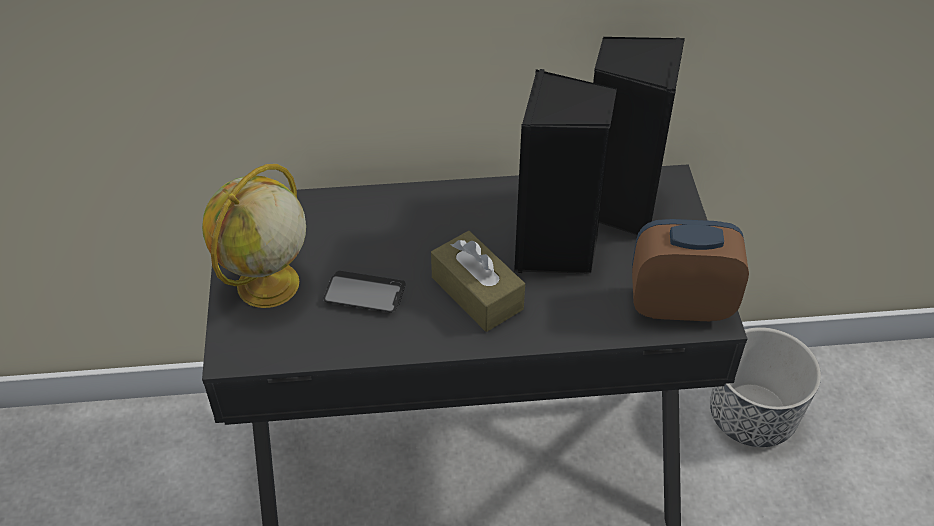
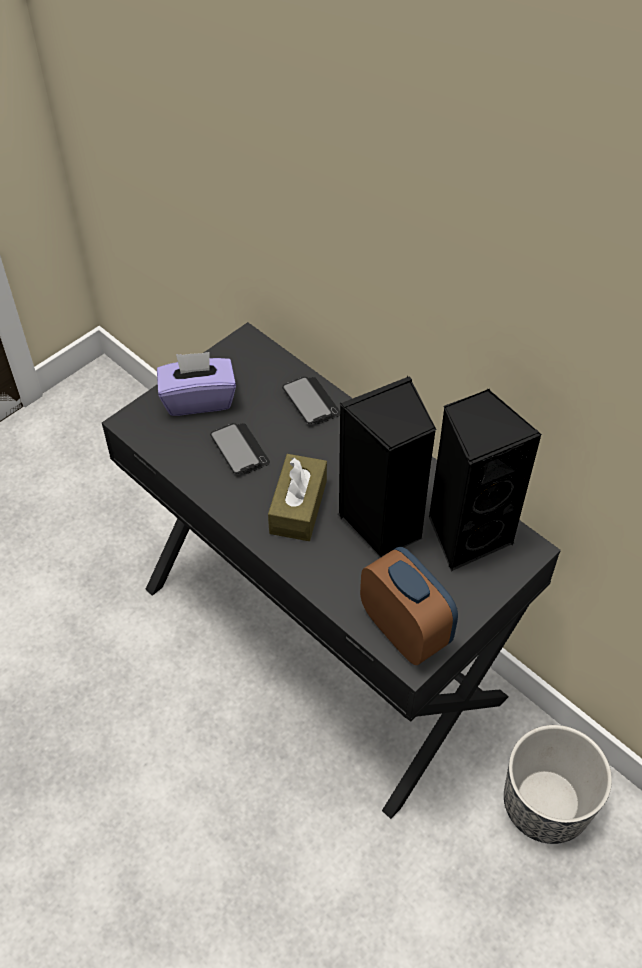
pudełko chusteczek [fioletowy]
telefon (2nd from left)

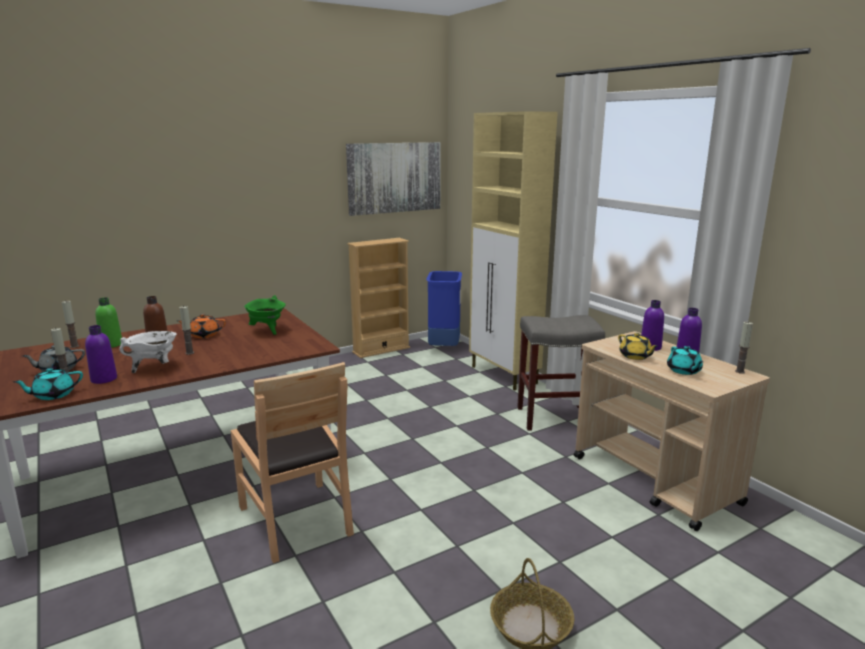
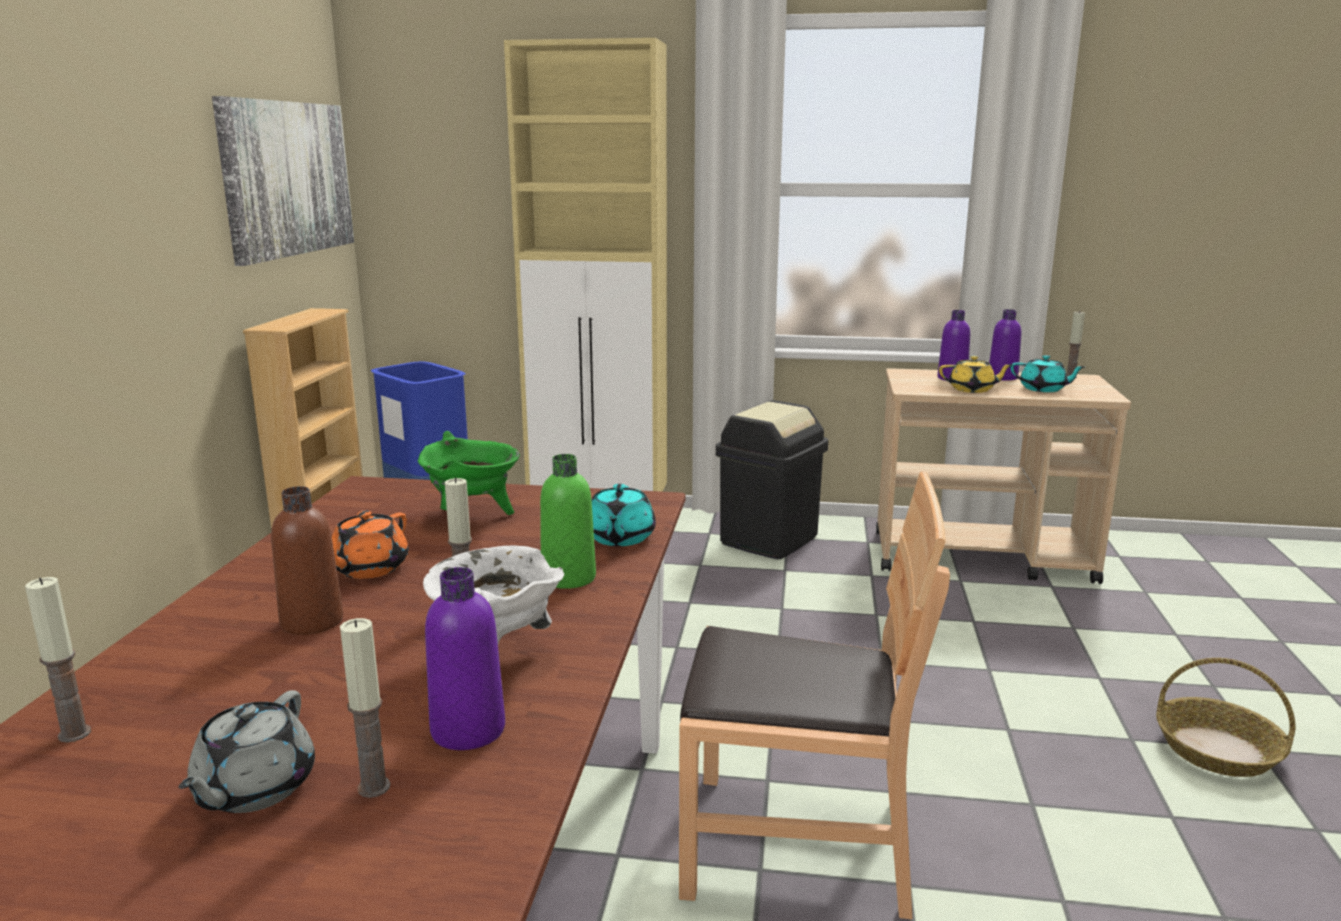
butelka [zielony]
kosz na śmieci [czarny]
imbryk [turkusowy] (1st from left)

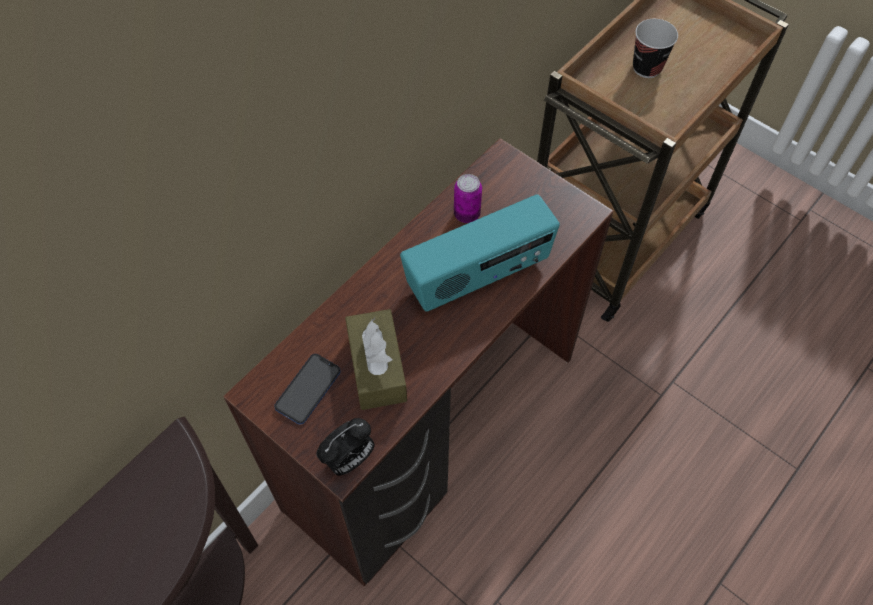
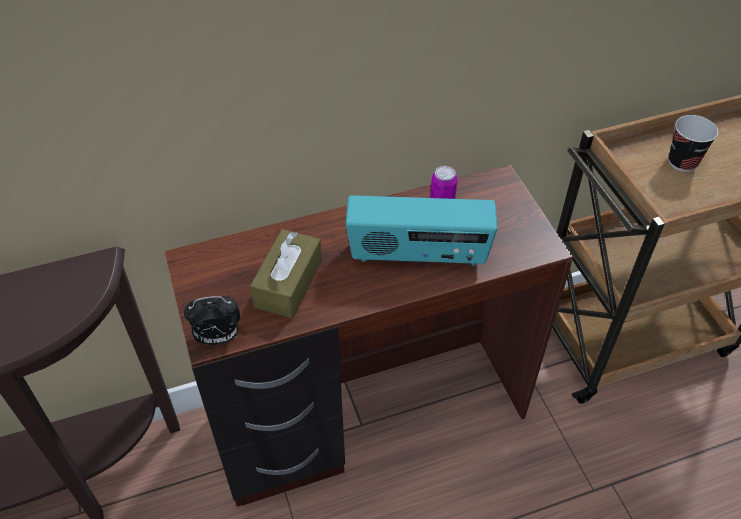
telefon

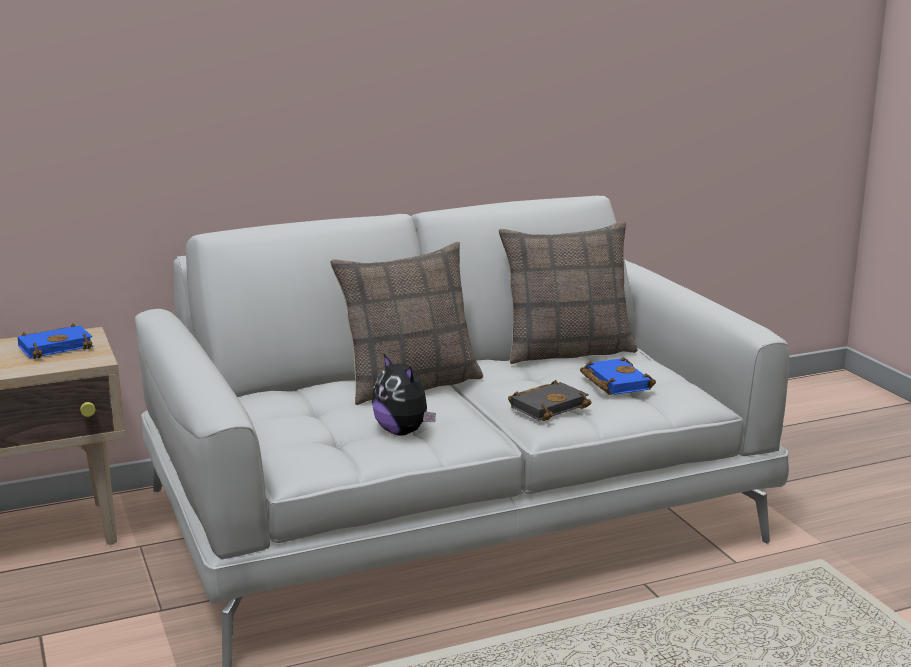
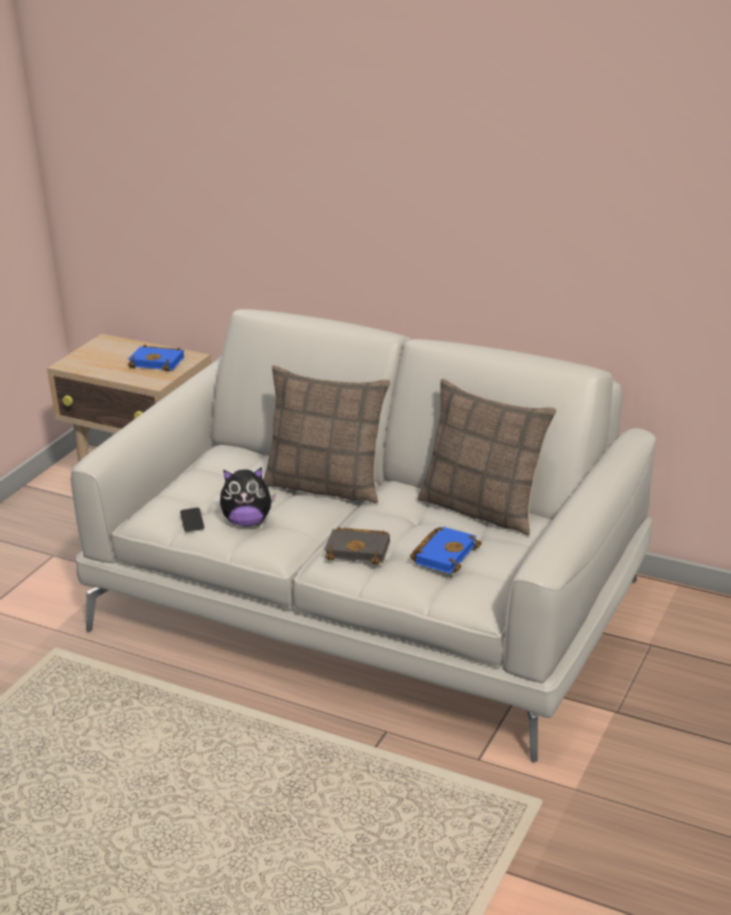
pluszak
telefon

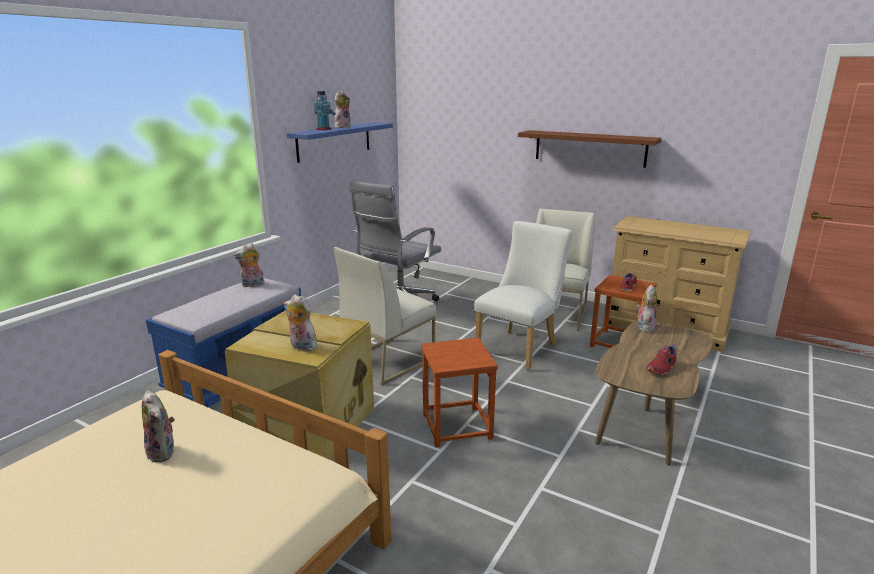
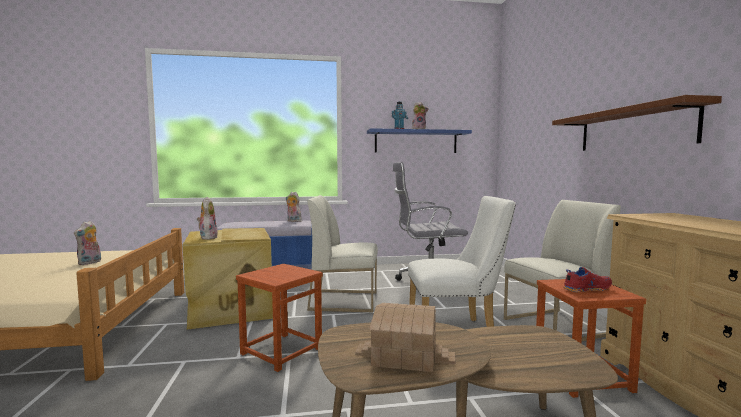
pluszak (5th from left in the first image)
domek

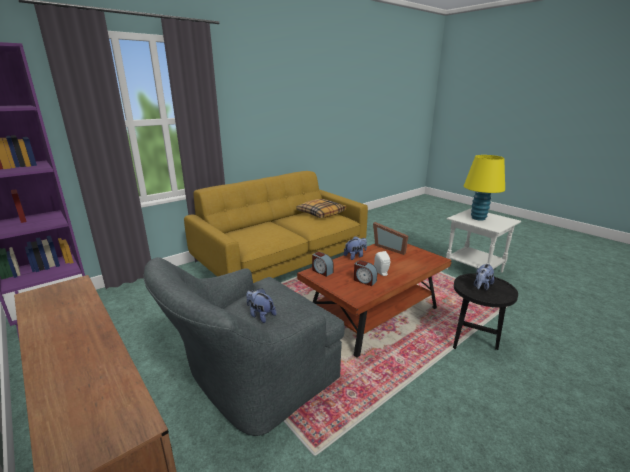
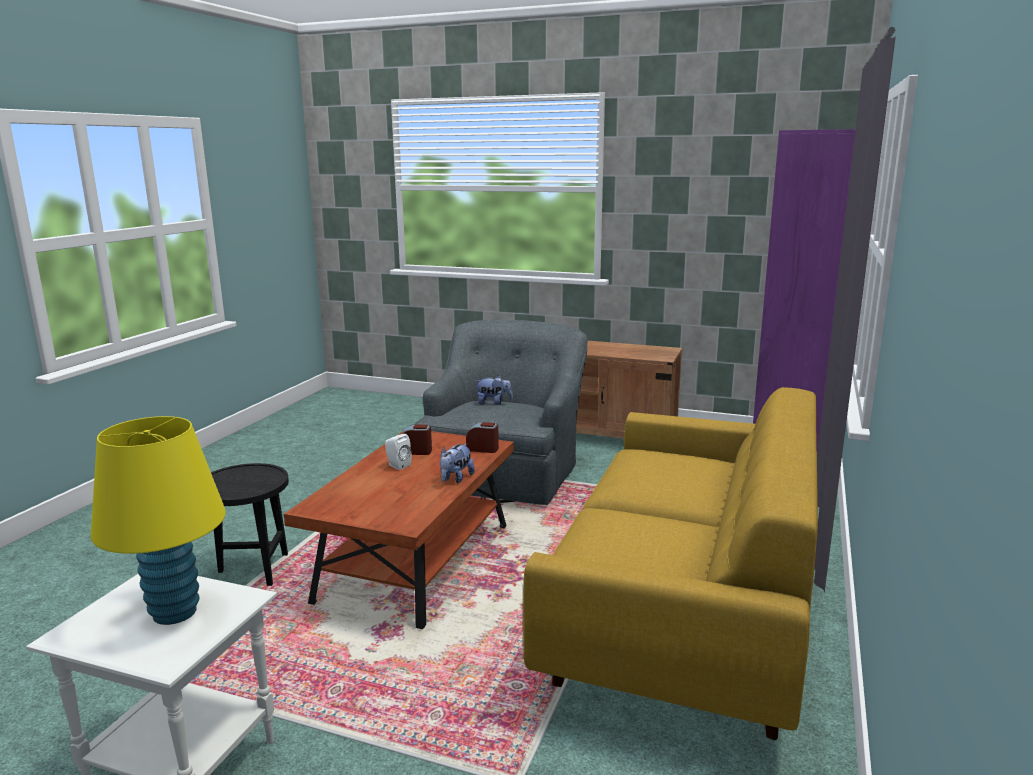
poduszka
ramka na zdjęcie
pluszak (3rd from left in the first image)

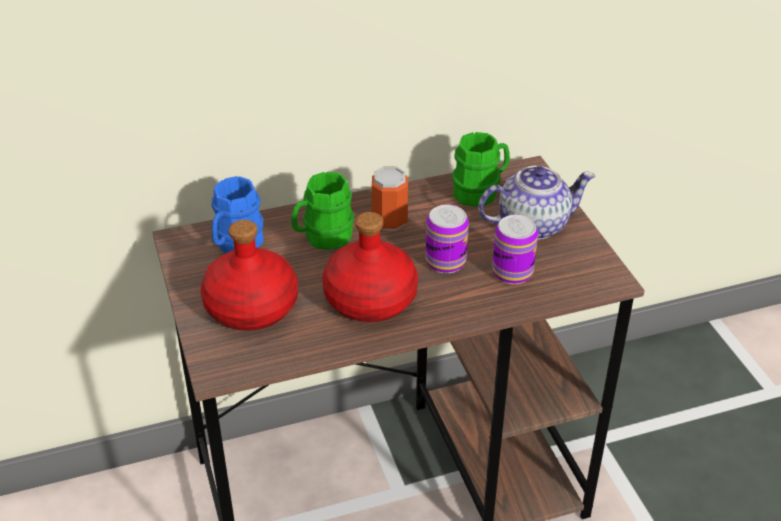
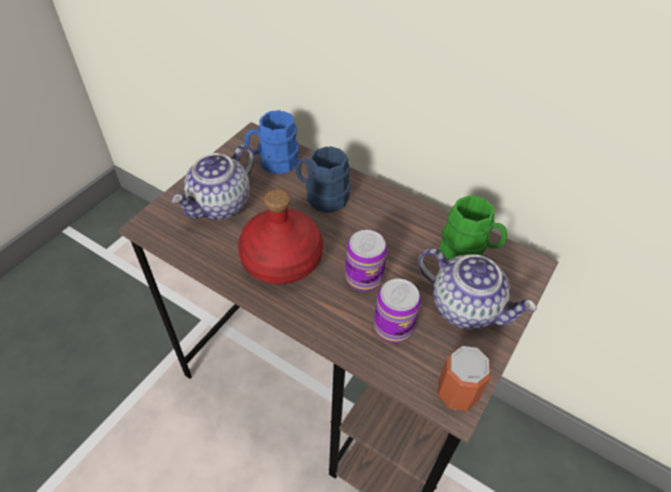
puszka (3rd from left)
kubek [niebieski] (2nd from left)
imbryk (1st from left)

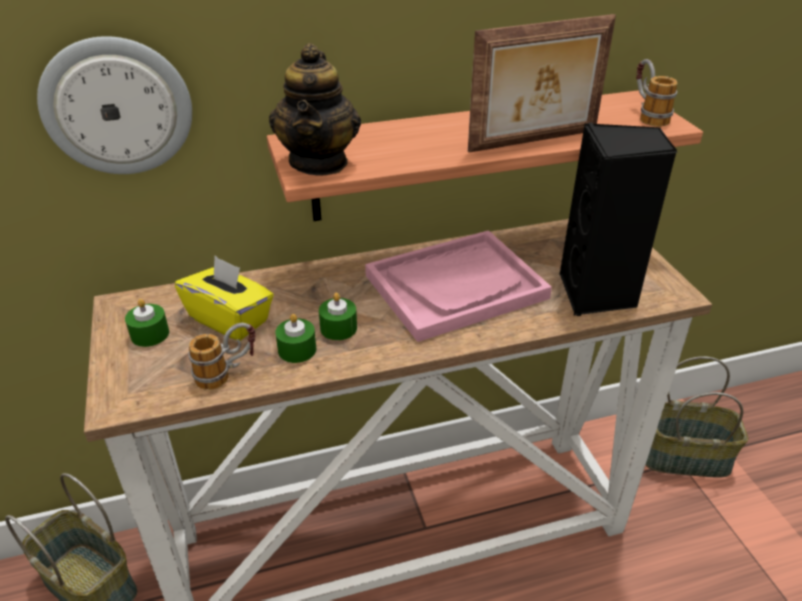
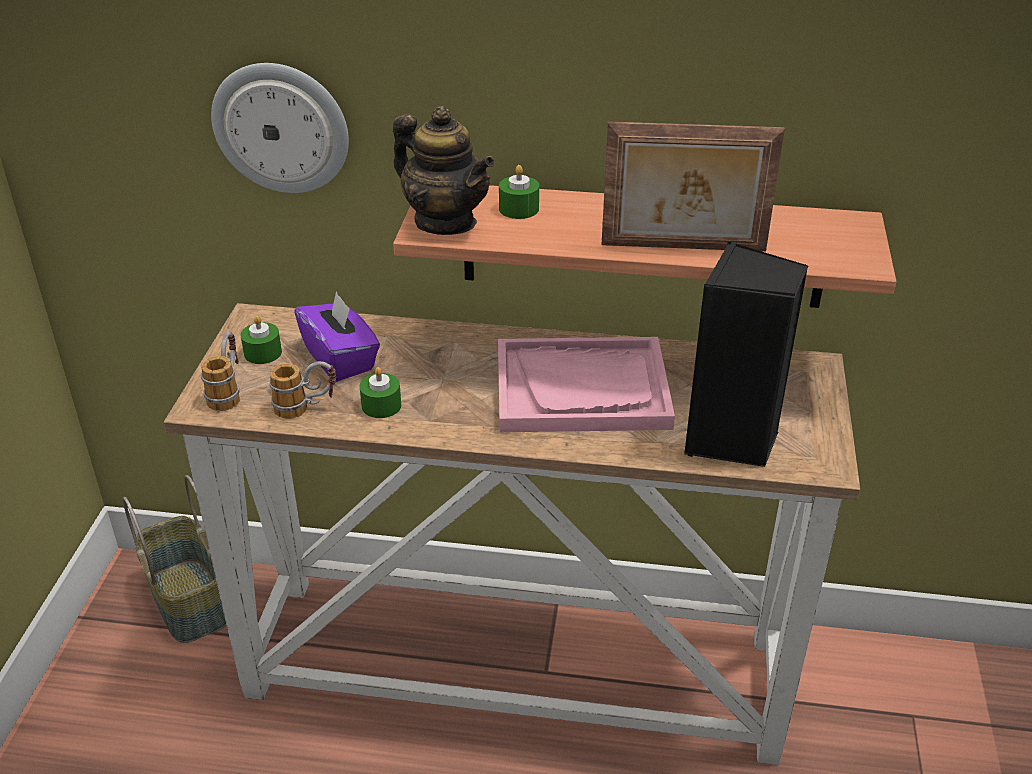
imbryk
kubek (1st from left)
pudełko chusteczek [fioletowy]
świeca [zielony] (3rd from left)
koszyk (2nd from left in the first image)

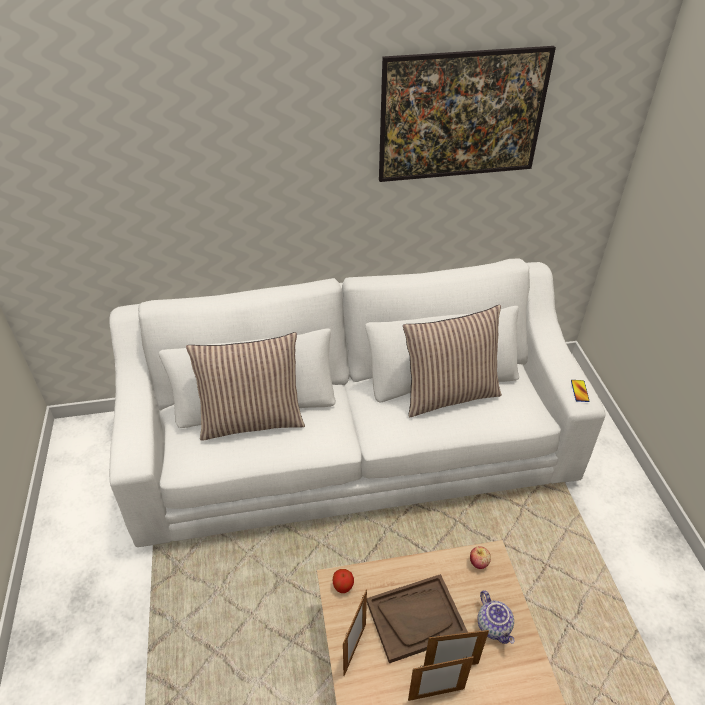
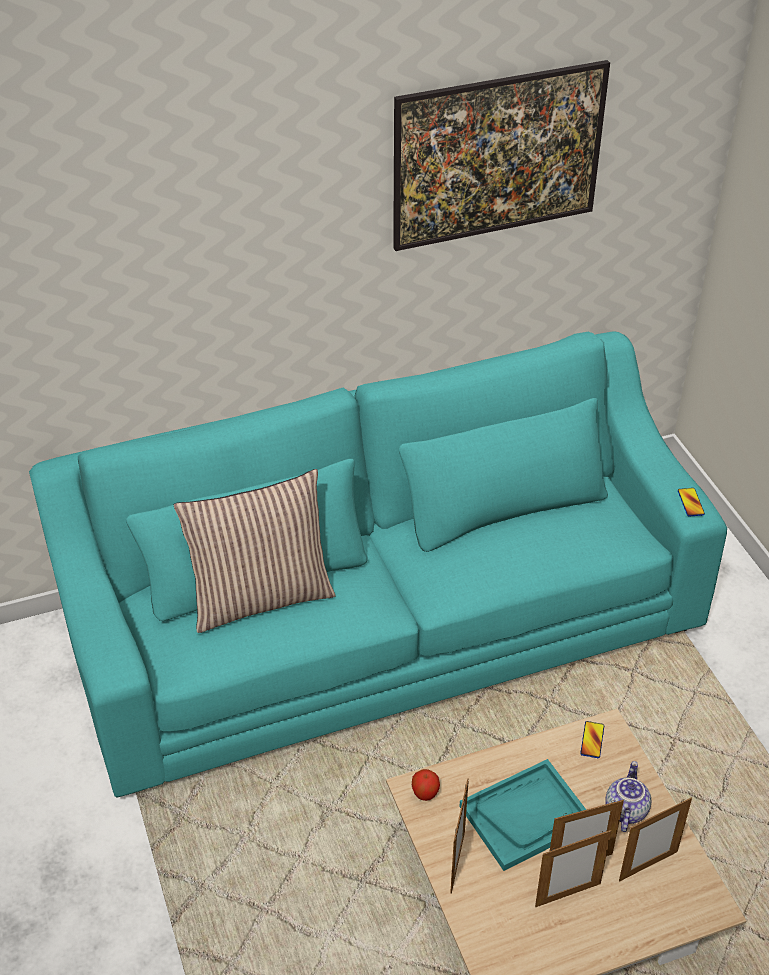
kanapa [turkusowy]
poduszka (2nd from left in the first image)
telefon (1st from left)
taca [turkusowy]
imbryk
ramka na zdjęcie (4th from left)

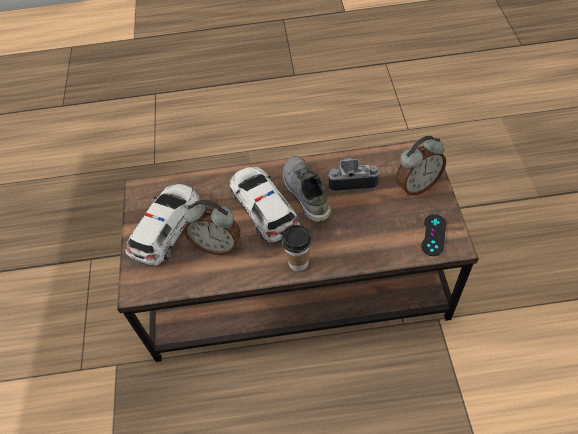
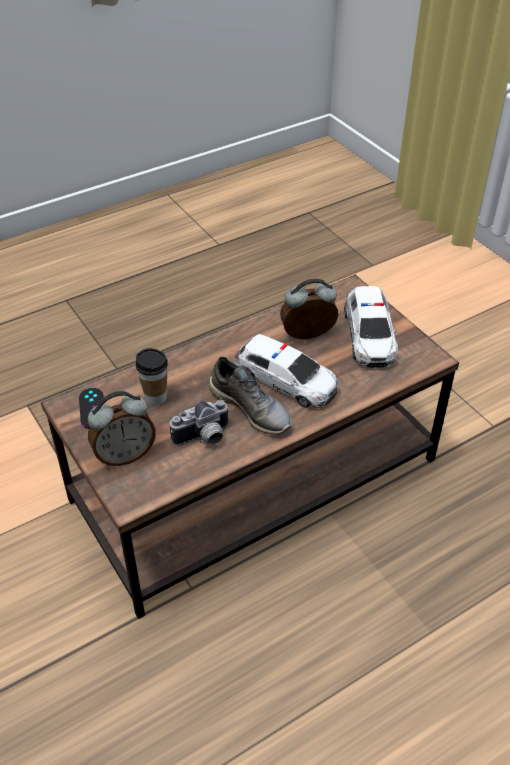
budzik (1st from left)
filiżanka

